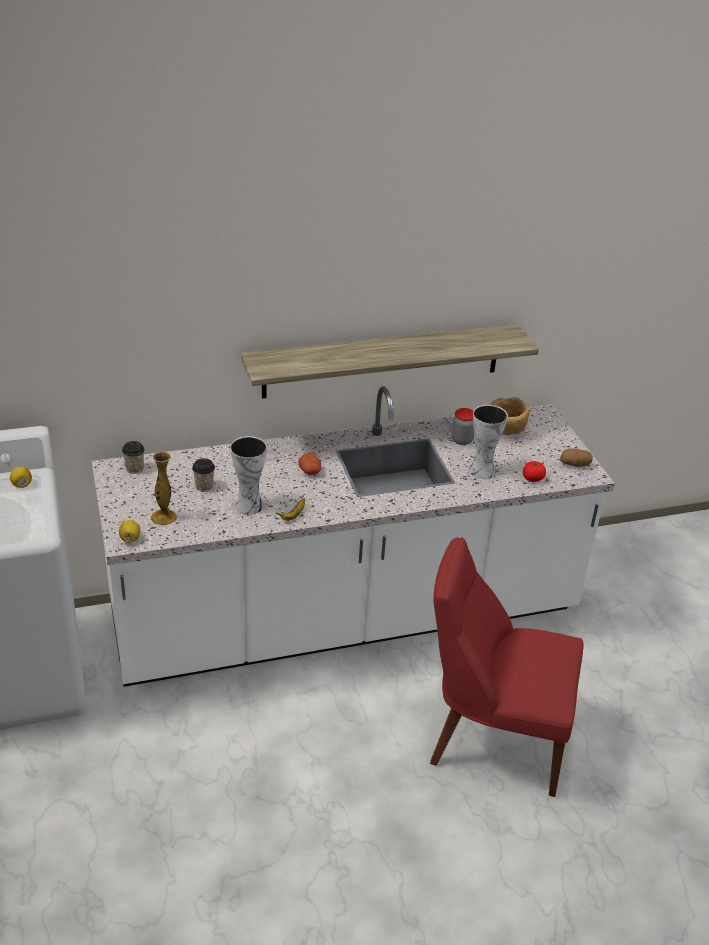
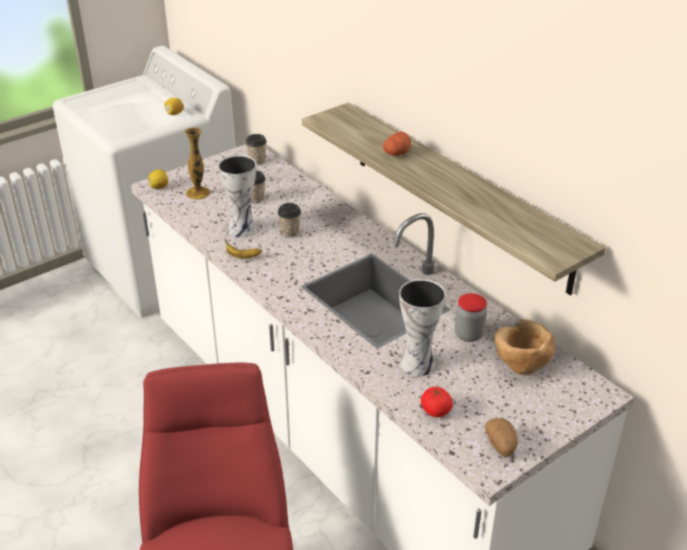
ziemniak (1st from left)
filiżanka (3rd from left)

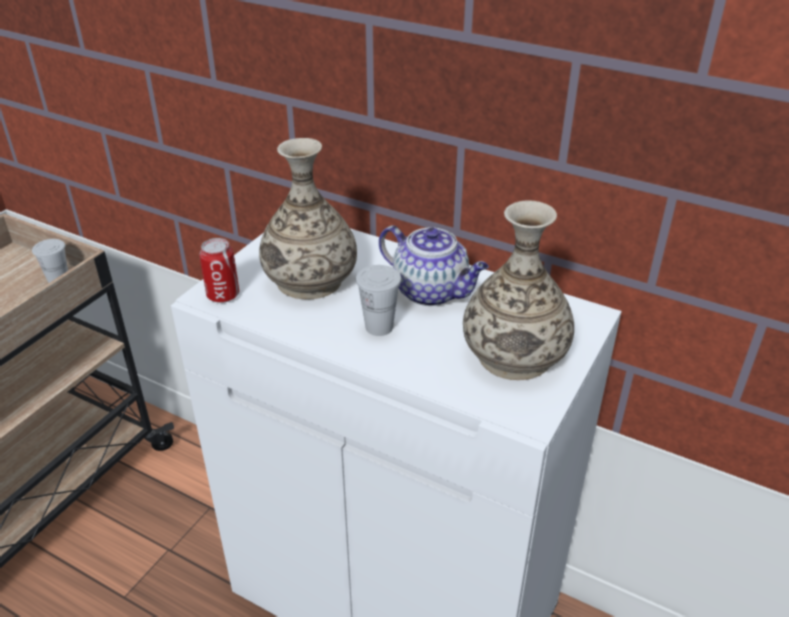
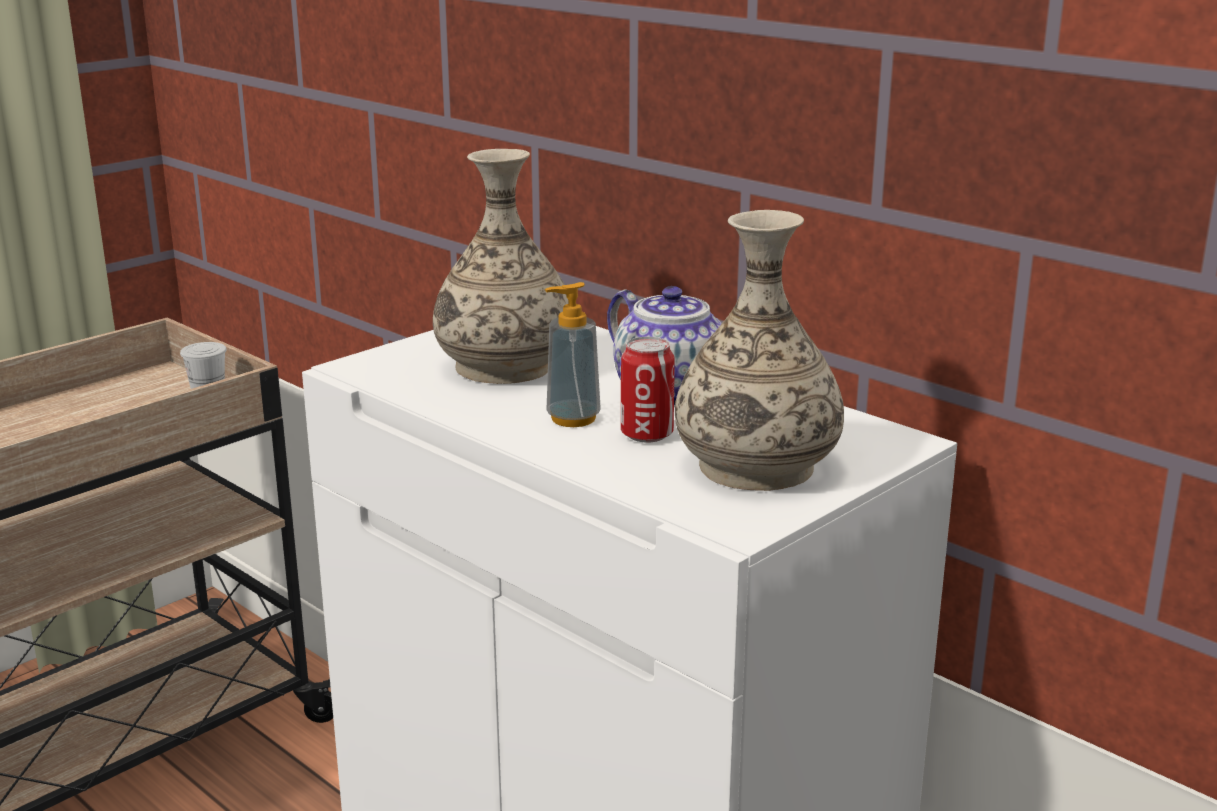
puszka
dozownik mydła

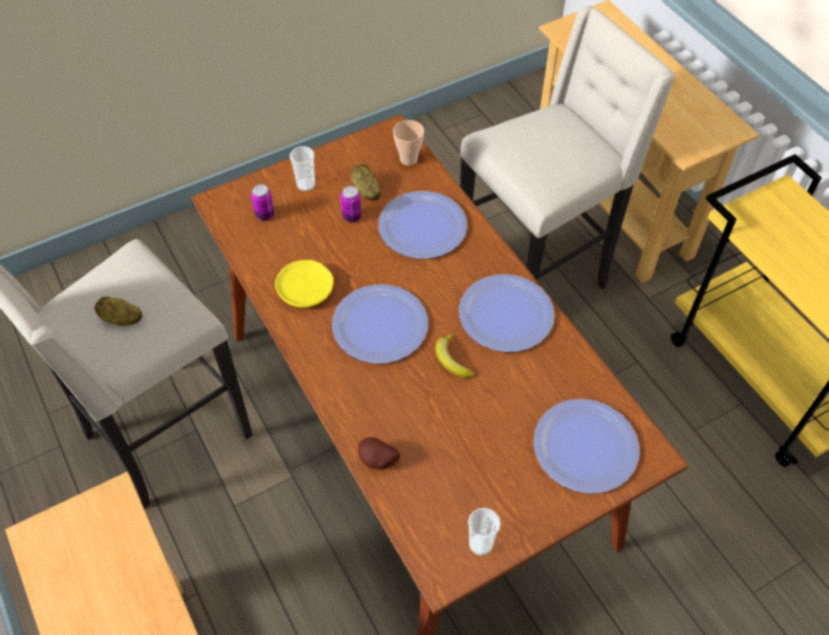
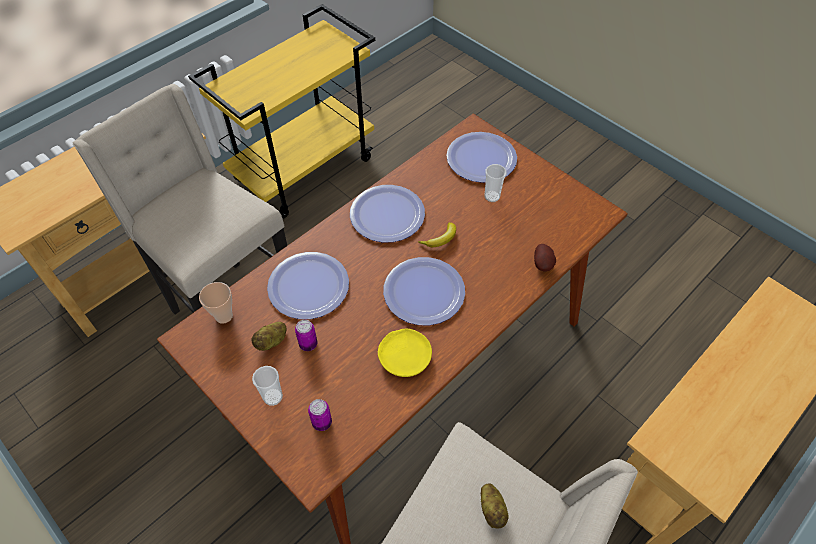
filiżanka (3rd from left)

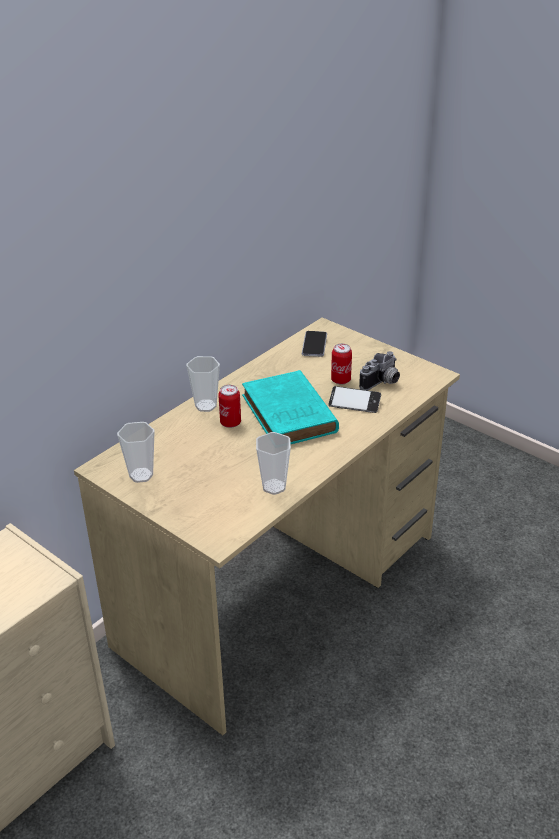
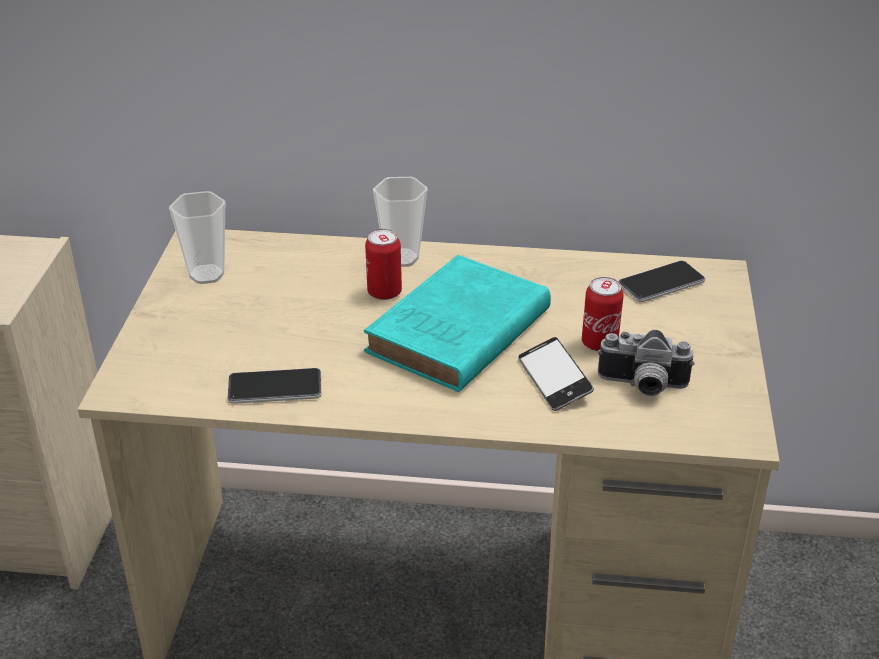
telefon (1st from left)

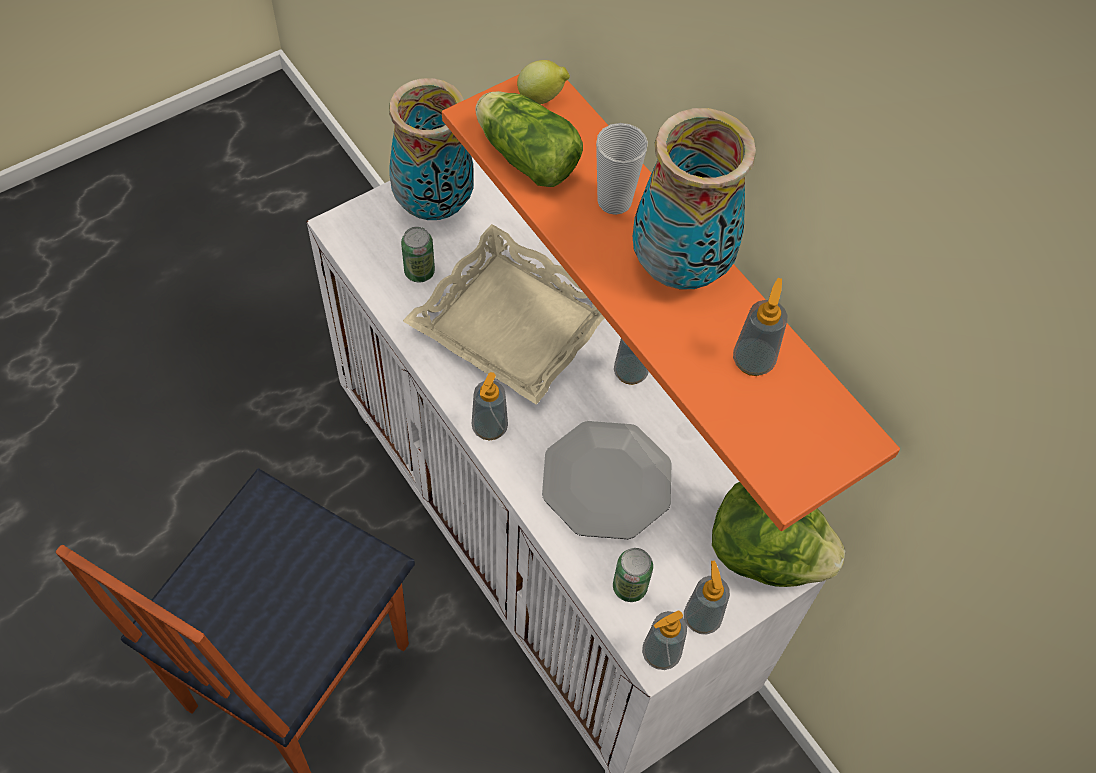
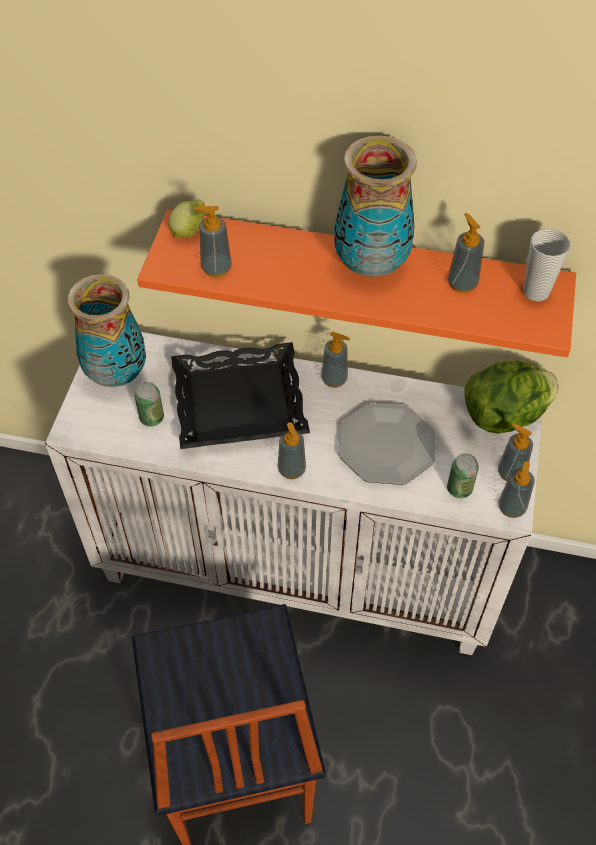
dozownik mydła (1st from left)
filiżanka
taca [czarny]

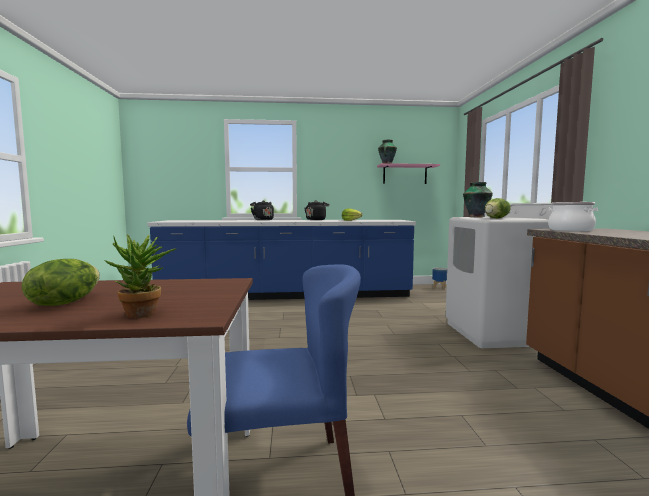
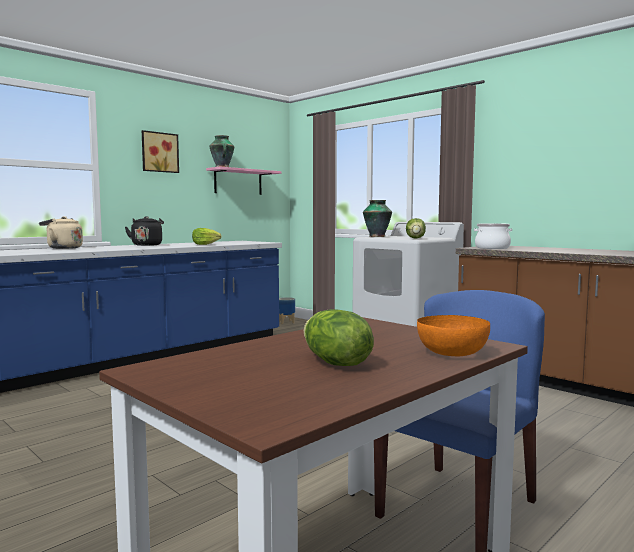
czajnik [beżowy]
miska [pomarańczowy]
obraz

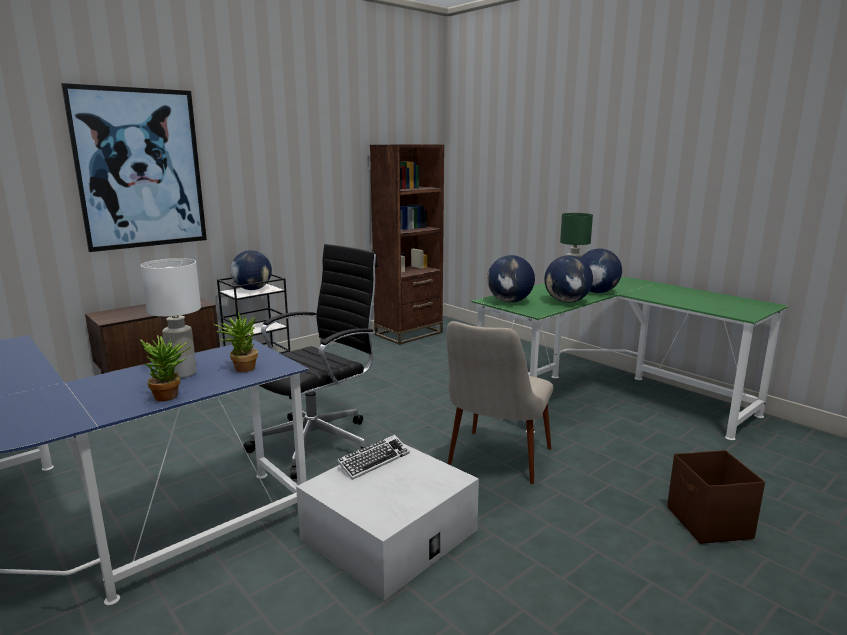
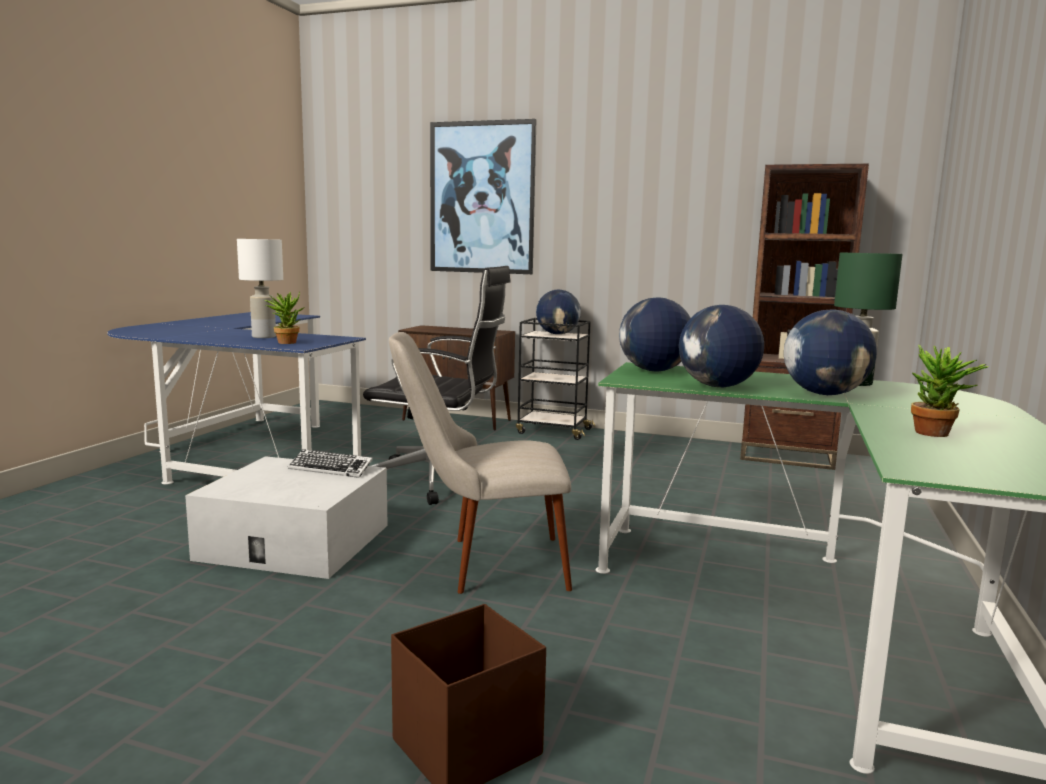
roślina doniczkowa (2nd from left)

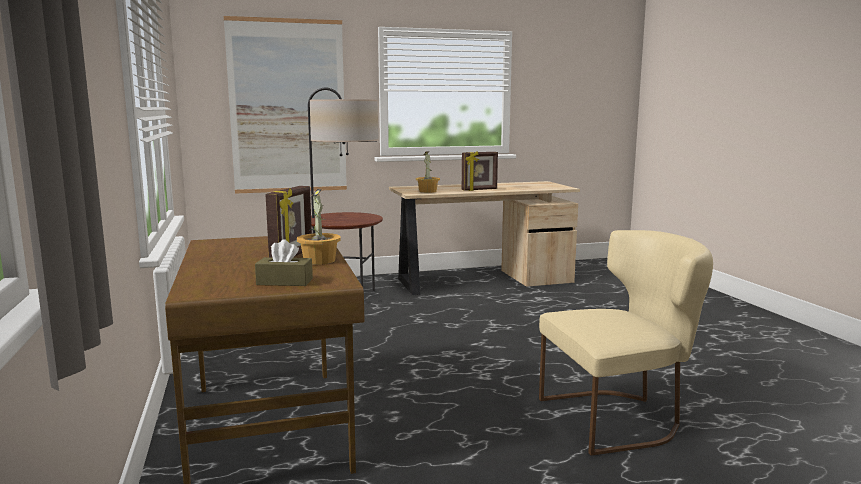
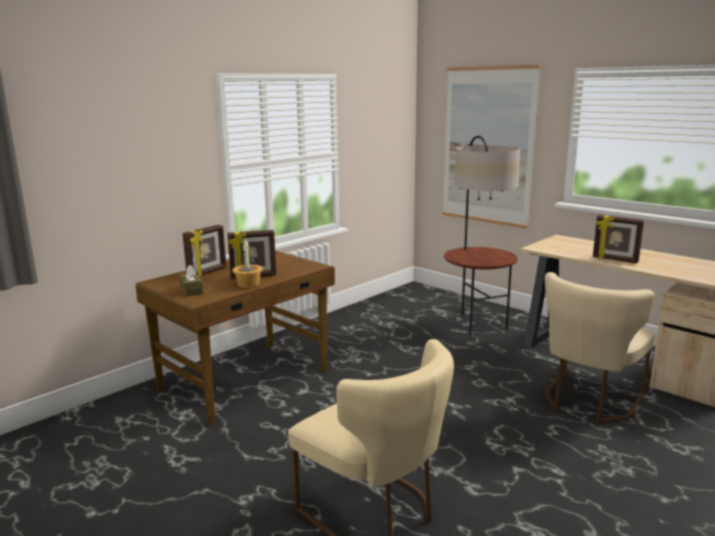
roślina doniczkowa (2nd from left in the first image)
ramka na zdjęcie (1st from left)
krzesło [beżowy] (2nd from left)

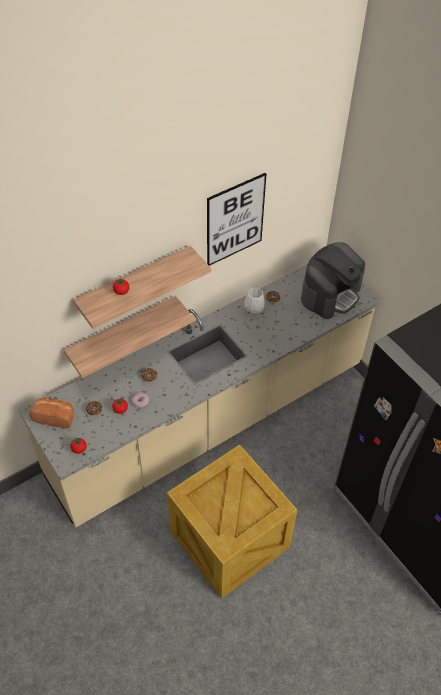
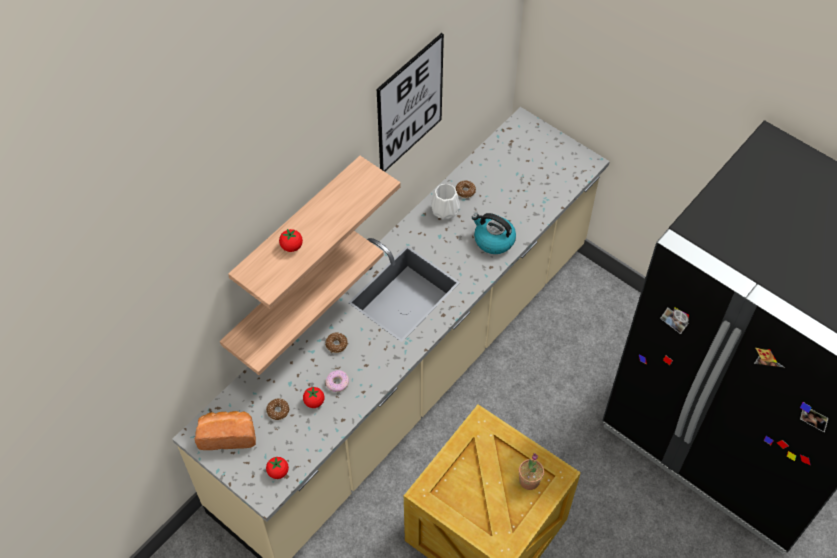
ekspres do kawy
czajnik
roślina doniczkowa

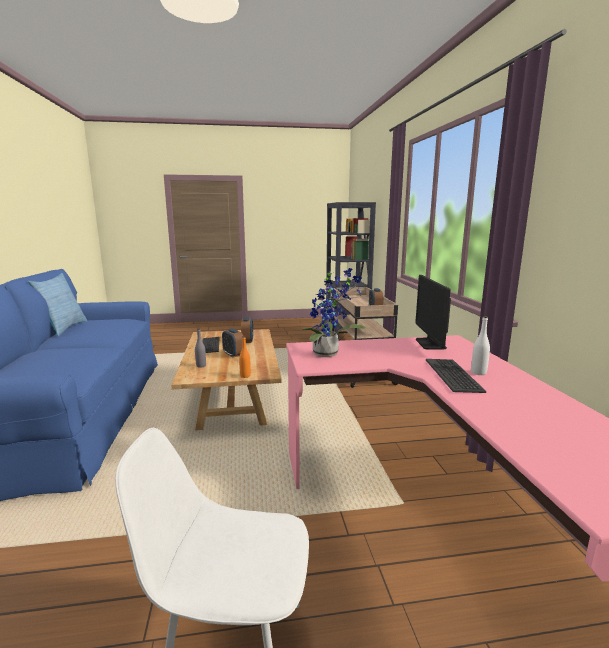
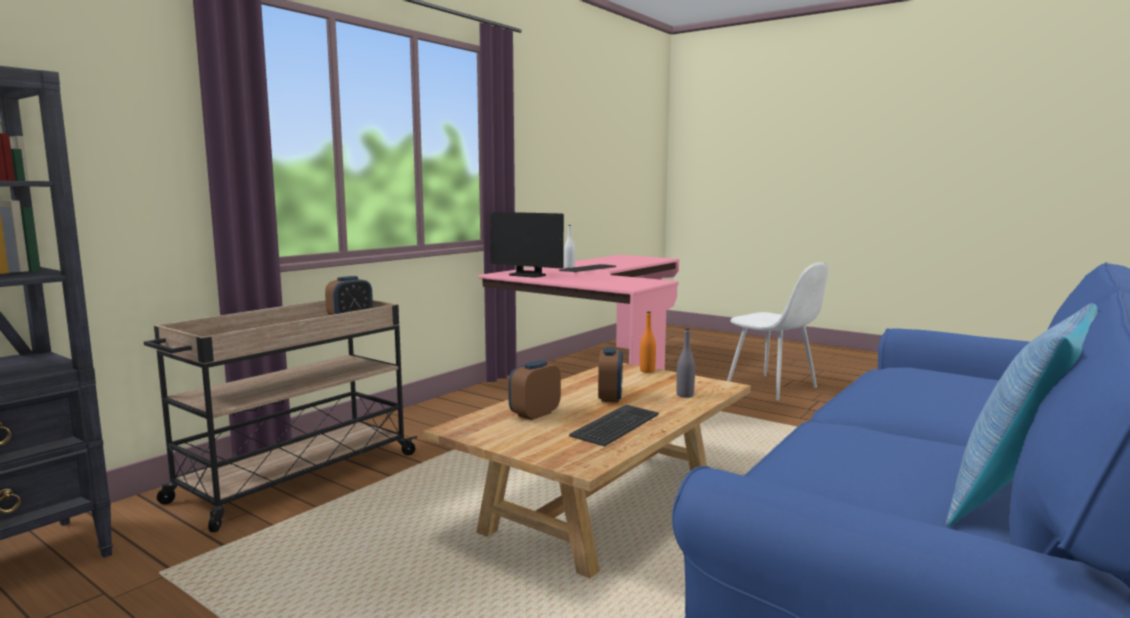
roślina doniczkowa
monitor

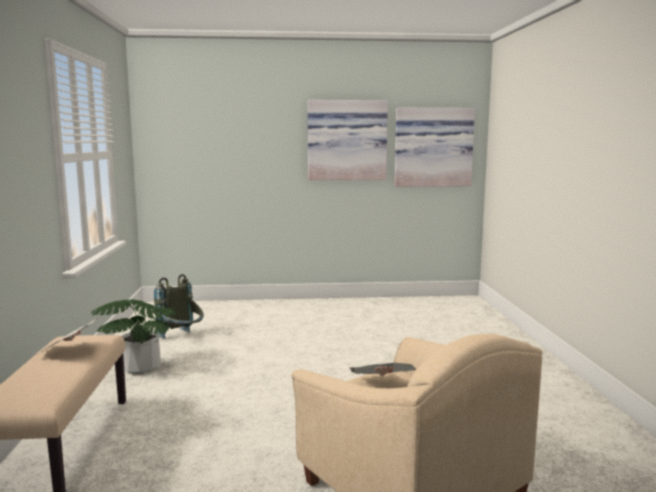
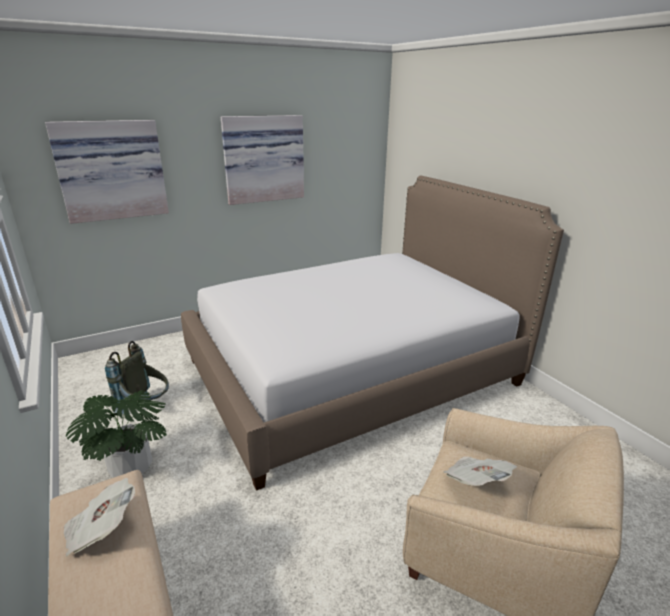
obraz (1st from left)
łóżko

